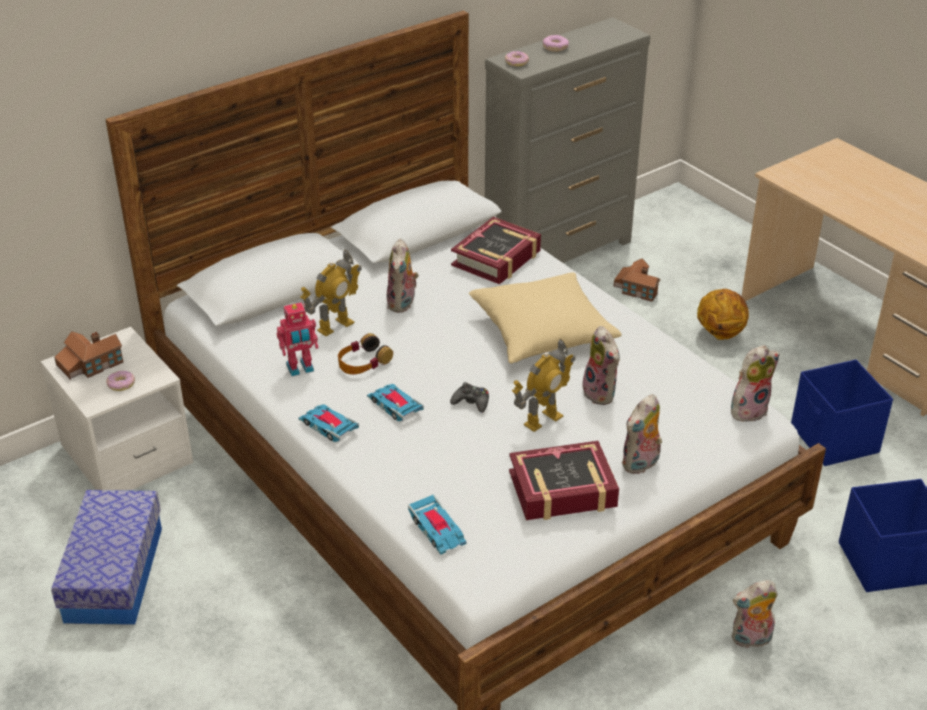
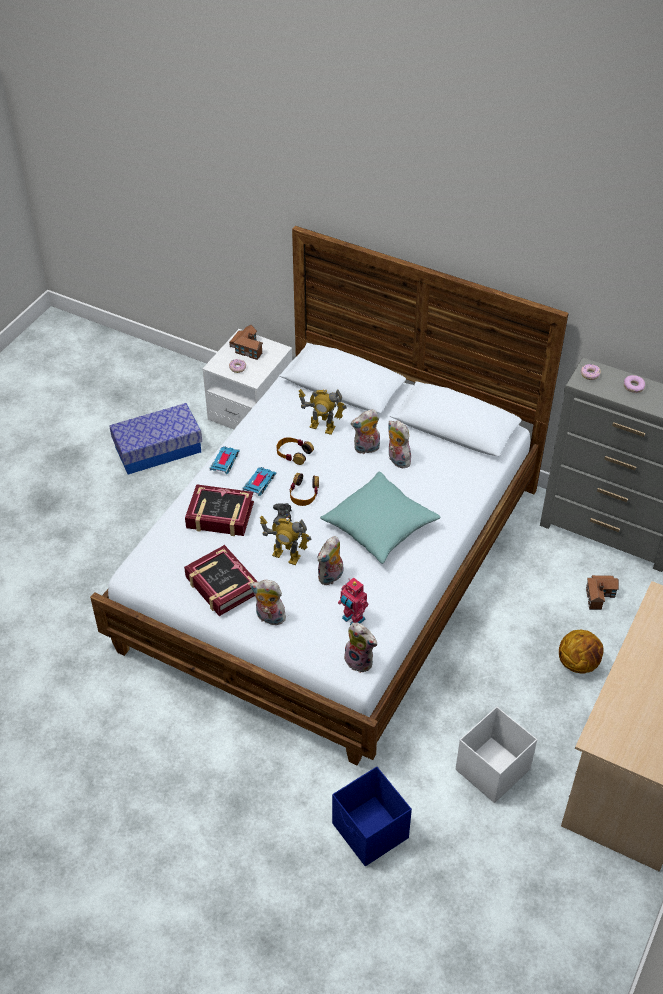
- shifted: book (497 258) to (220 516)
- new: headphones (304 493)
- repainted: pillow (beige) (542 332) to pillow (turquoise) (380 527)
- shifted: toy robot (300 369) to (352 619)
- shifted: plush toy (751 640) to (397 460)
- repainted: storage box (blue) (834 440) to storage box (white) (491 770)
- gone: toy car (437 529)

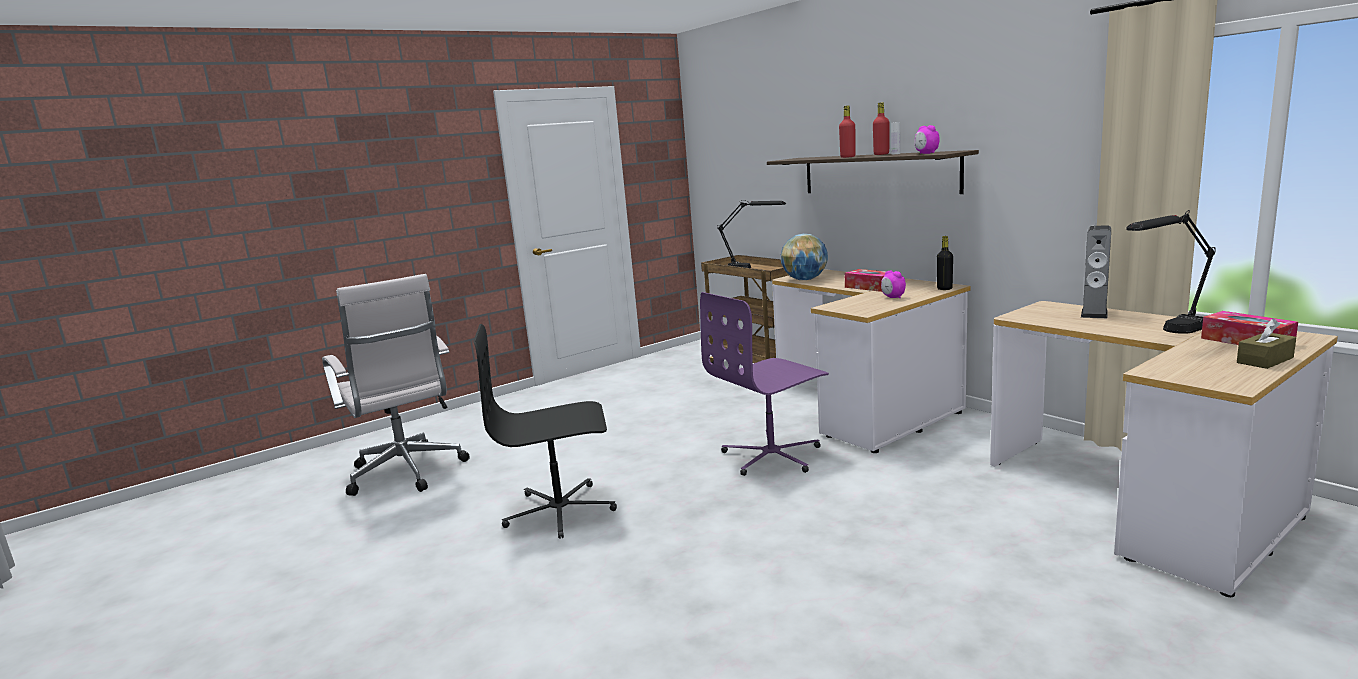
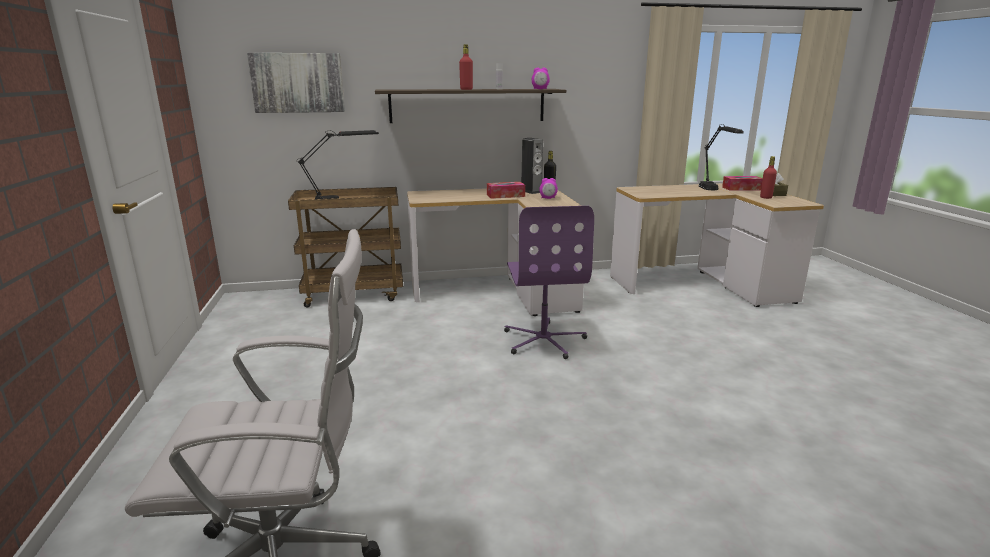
- new: picture (297 83)
- shifted: speaker (1094 313) to (531 191)
- shifted: bottle (red) (881 154) to (766 197)
- gone: office chair (black) (560 511)
- gone: globe (805 280)

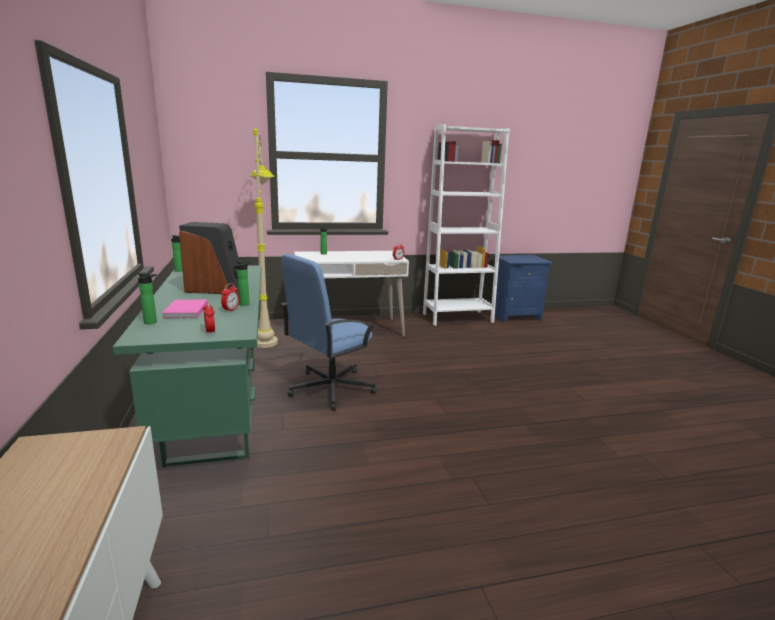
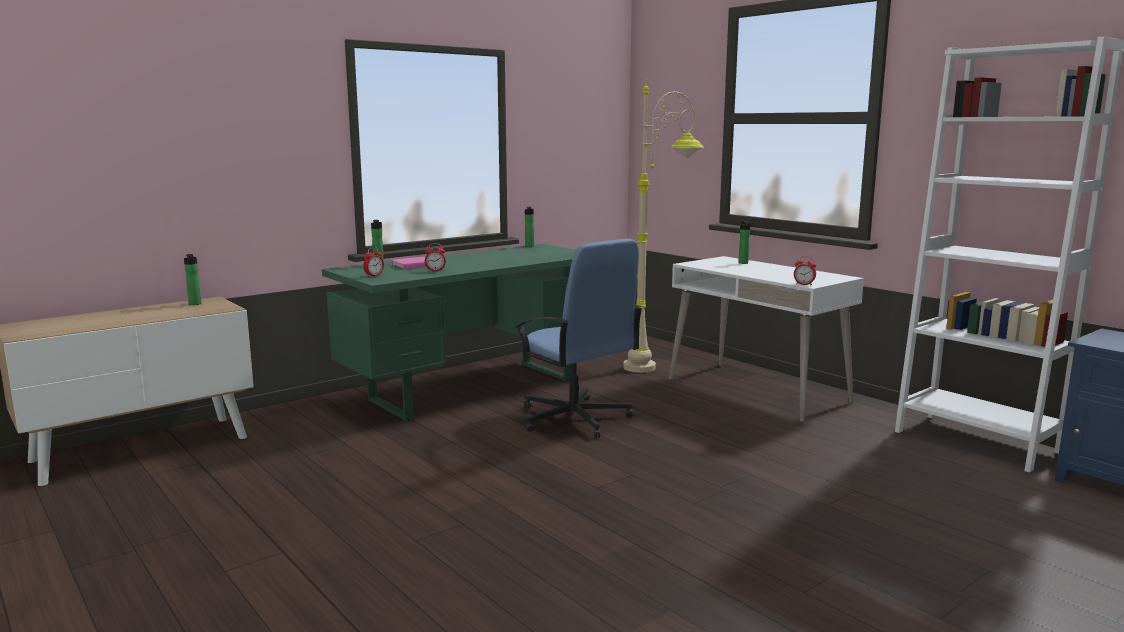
- shifted: bottle (246 304) to (195 304)
- rotated: office chair (blue) (330 388) = (574 418) 150 degrees counterclockwise
- gone: speaker (215 289)

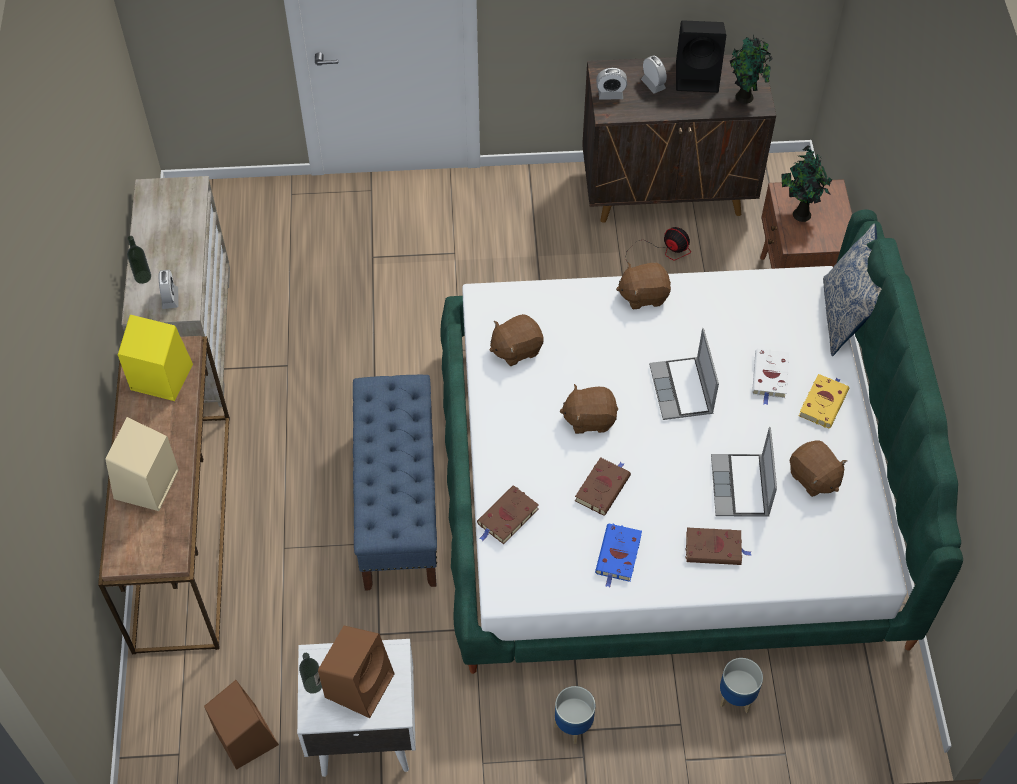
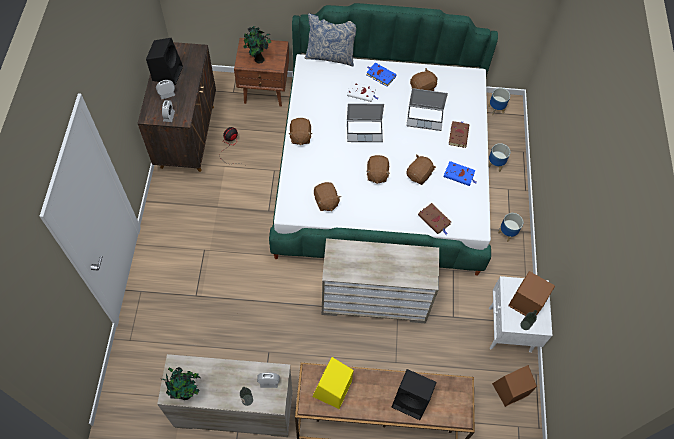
- shifted: potted plant (745 98) to (186 393)
- swapped: bench (blue) (398 504) to dresser (beige) (374 299)
- repainted: book (yellow) (823 402) to book (blue) (380 75)
- repainted: speaker (beige) (146 486) to speaker (black) (412 400)
- swapped: book (brown) (603 487) to plush toy (brown) (419 175)
- new: planter (495 109)

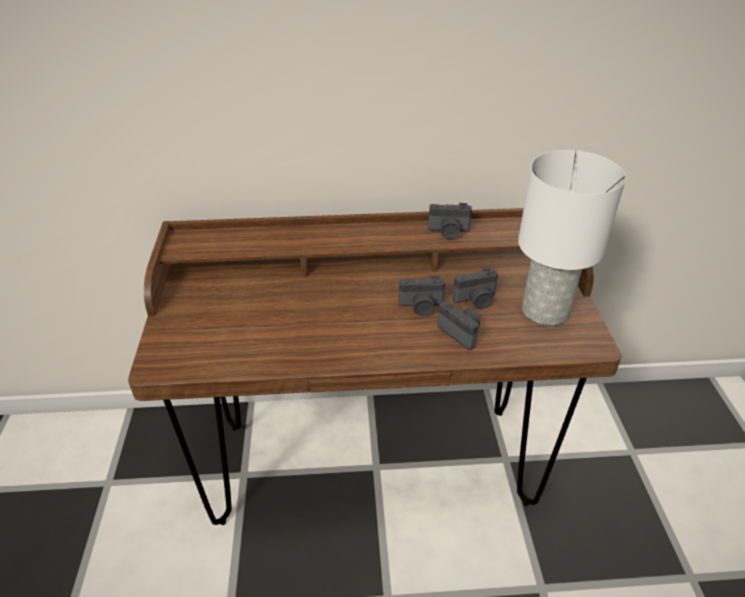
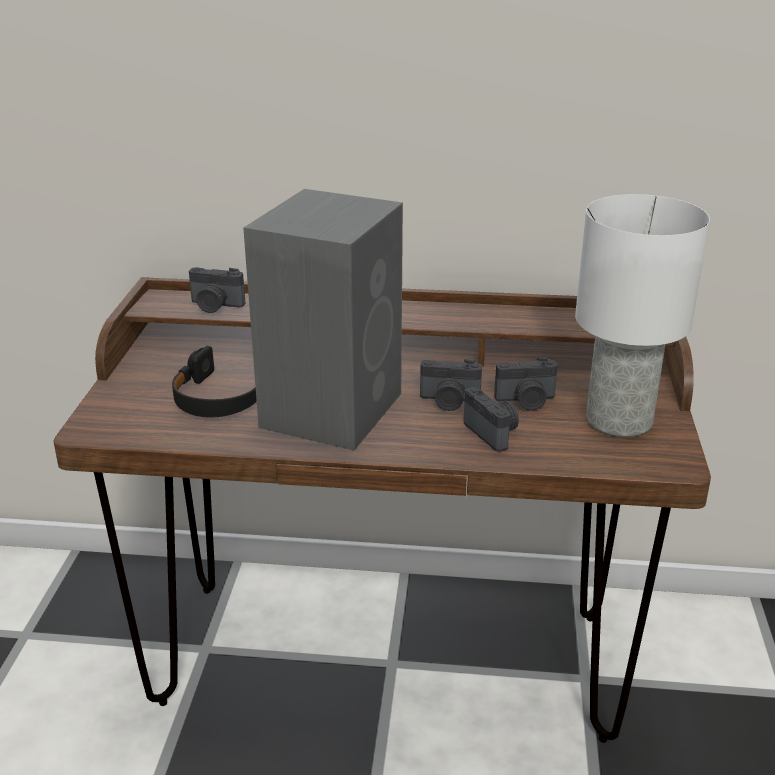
- new: headphones (black) (221 397)
- shifted: photo camera (448 232) to (215 306)
- new: speaker (grey) (333 408)

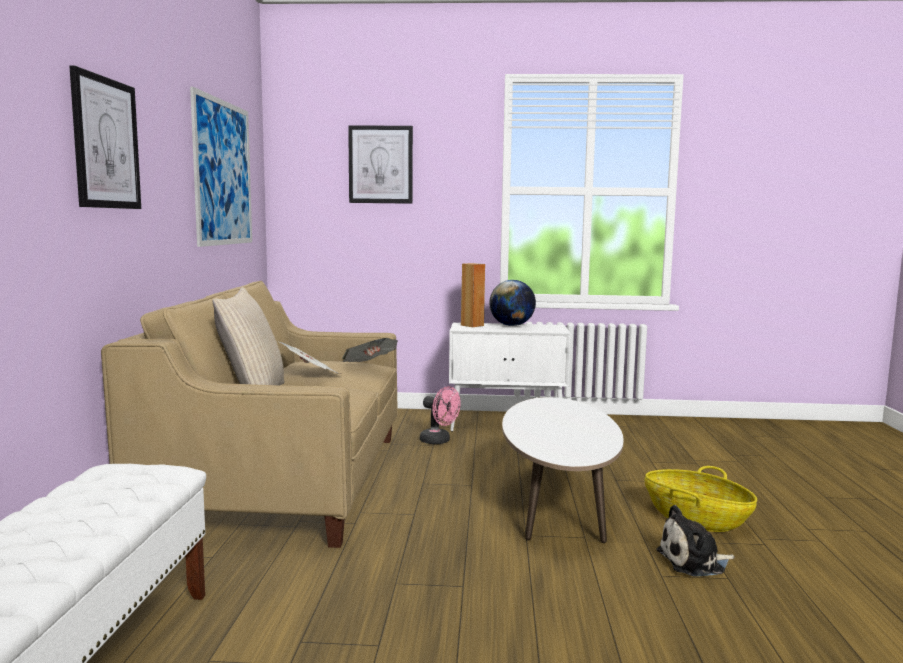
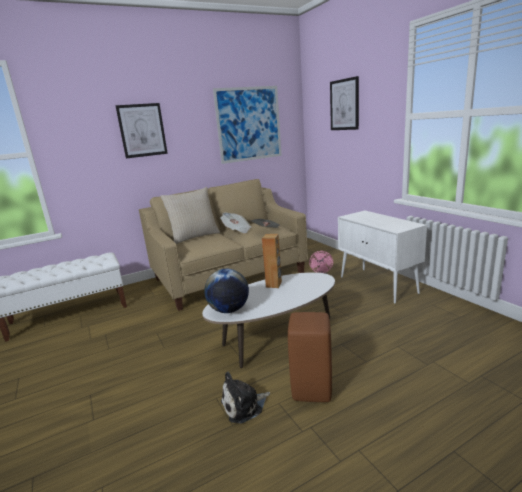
- shifted: globe (512 325) to (229 310)
- rotated: plush toy (694 562) = (244 406) 75 degrees counterclockwise
- shifted: speaker (brown) (472 325) to (274 284)
- swapped: basket (696 519) to stool (brown) (312 391)

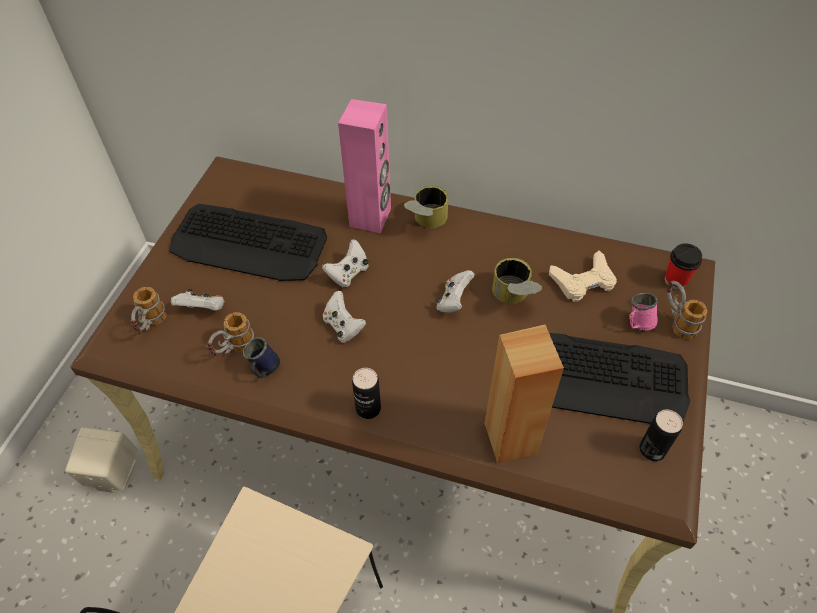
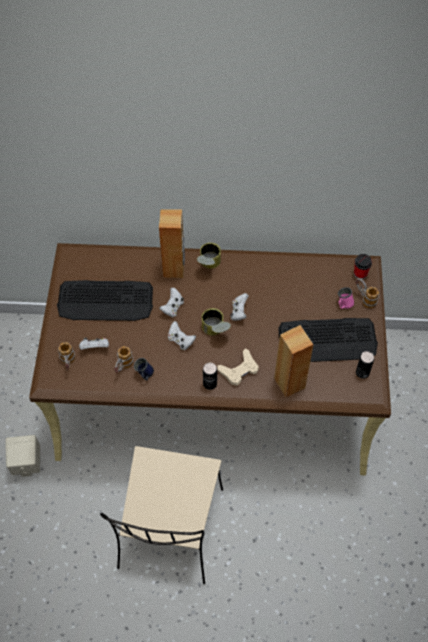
- repainted: speaker (pink) (371 217) to speaker (brown) (174 268)
- shifted: can (514 298) to (215 331)
- shifted: game controller (beige) (583 281) to (239 370)

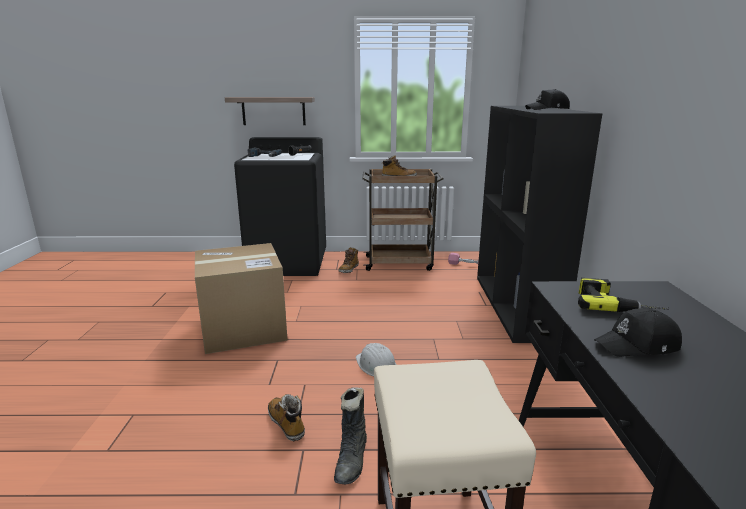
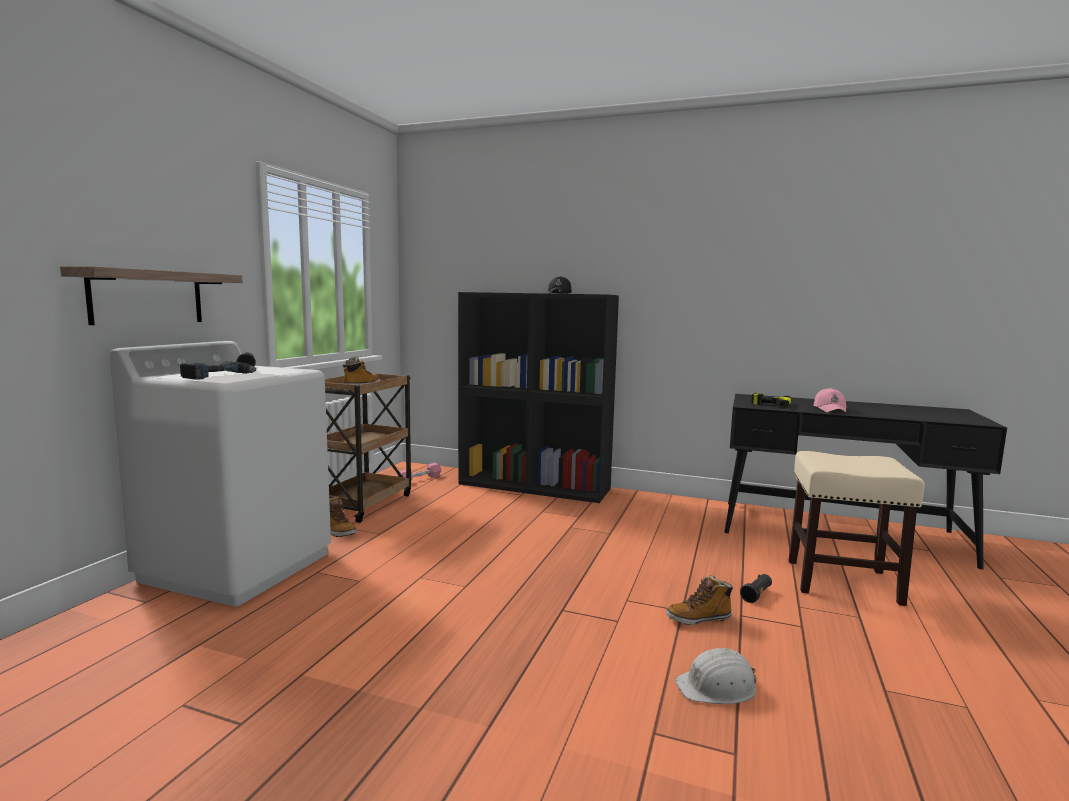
- repainted: washing machine (black) (288 263) to washing machine (white) (238 566)
- shifted: hard hat (white) (376 365) to (717 687)
- swapped: boot (black) (352 460) to flashlight (black) (756 595)
- repainted: cap (black) (638 345) to cap (pink) (830 409)
- gone: cardboard box (243 328)

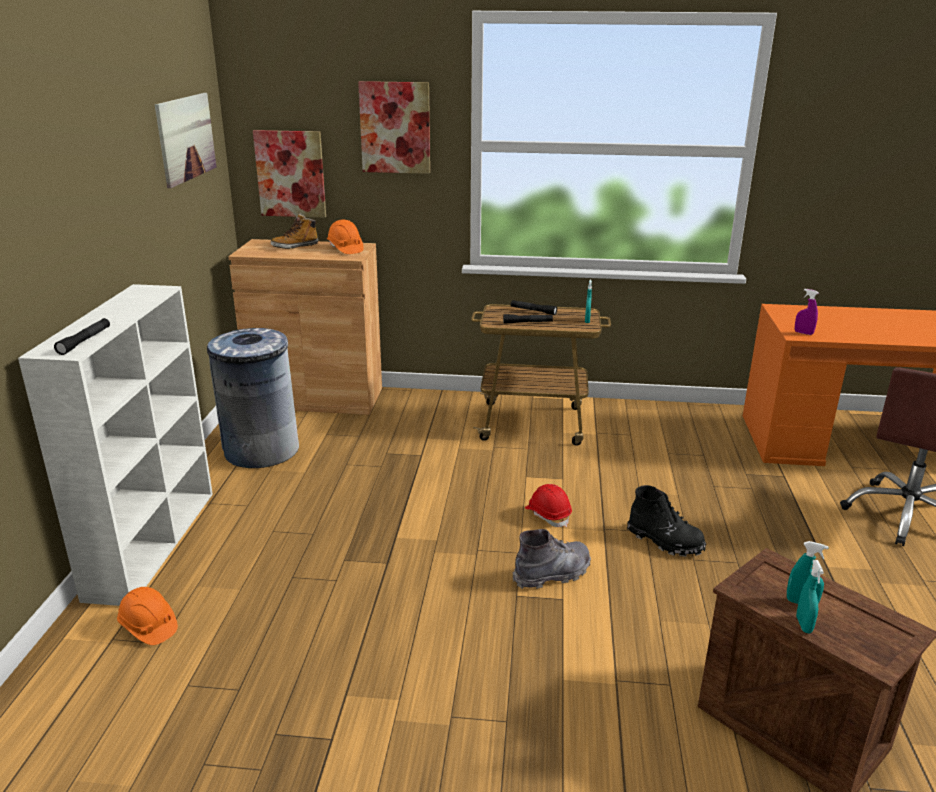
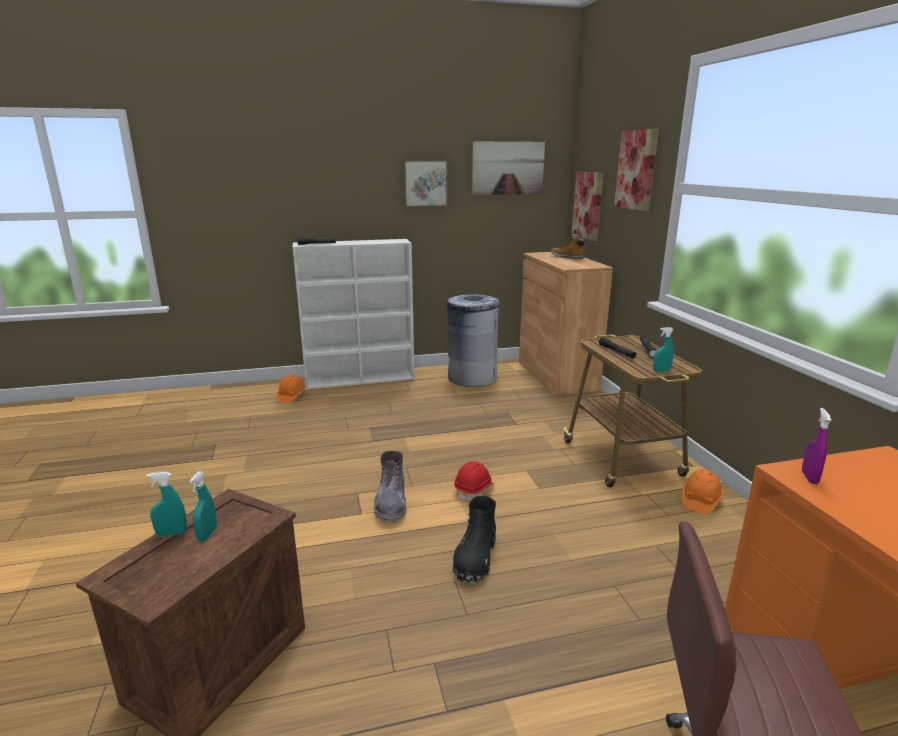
- rotated: boot (grey) (552 574) = (391 504) 45 degrees clockwise
- new: picture (425 183)
- shifted: hard hat (orange) (345 249) to (700 501)

